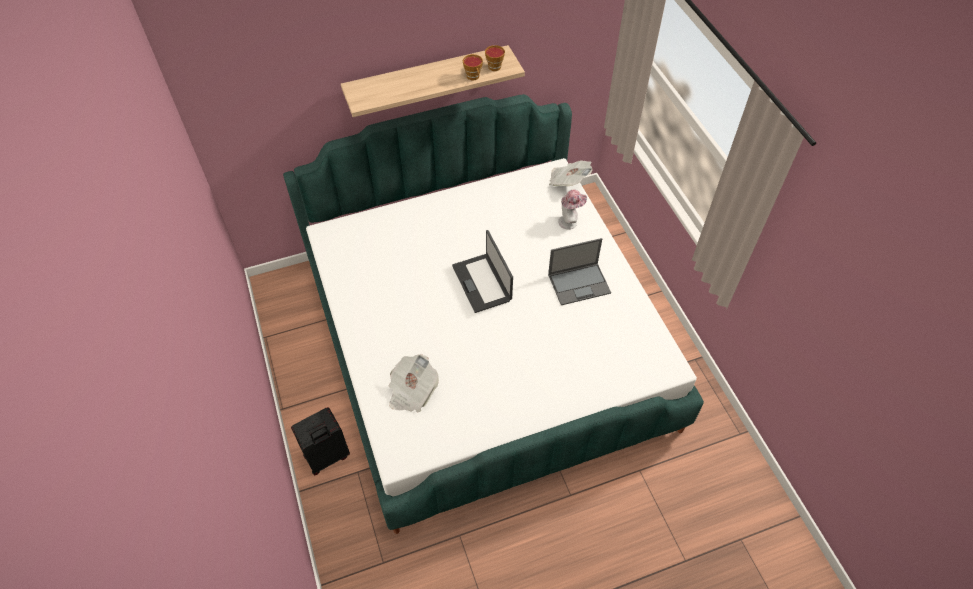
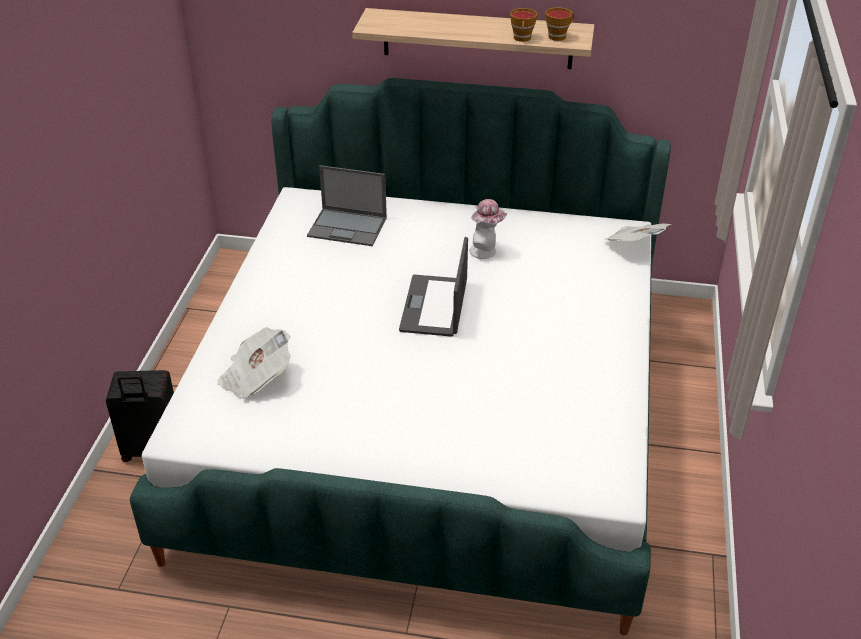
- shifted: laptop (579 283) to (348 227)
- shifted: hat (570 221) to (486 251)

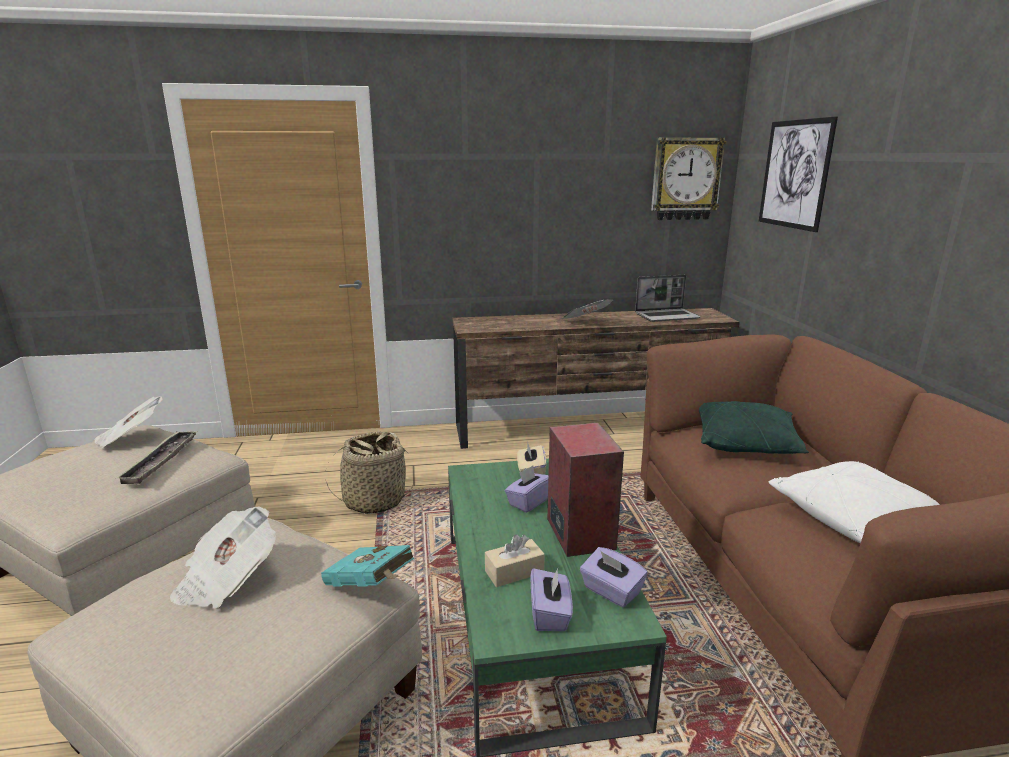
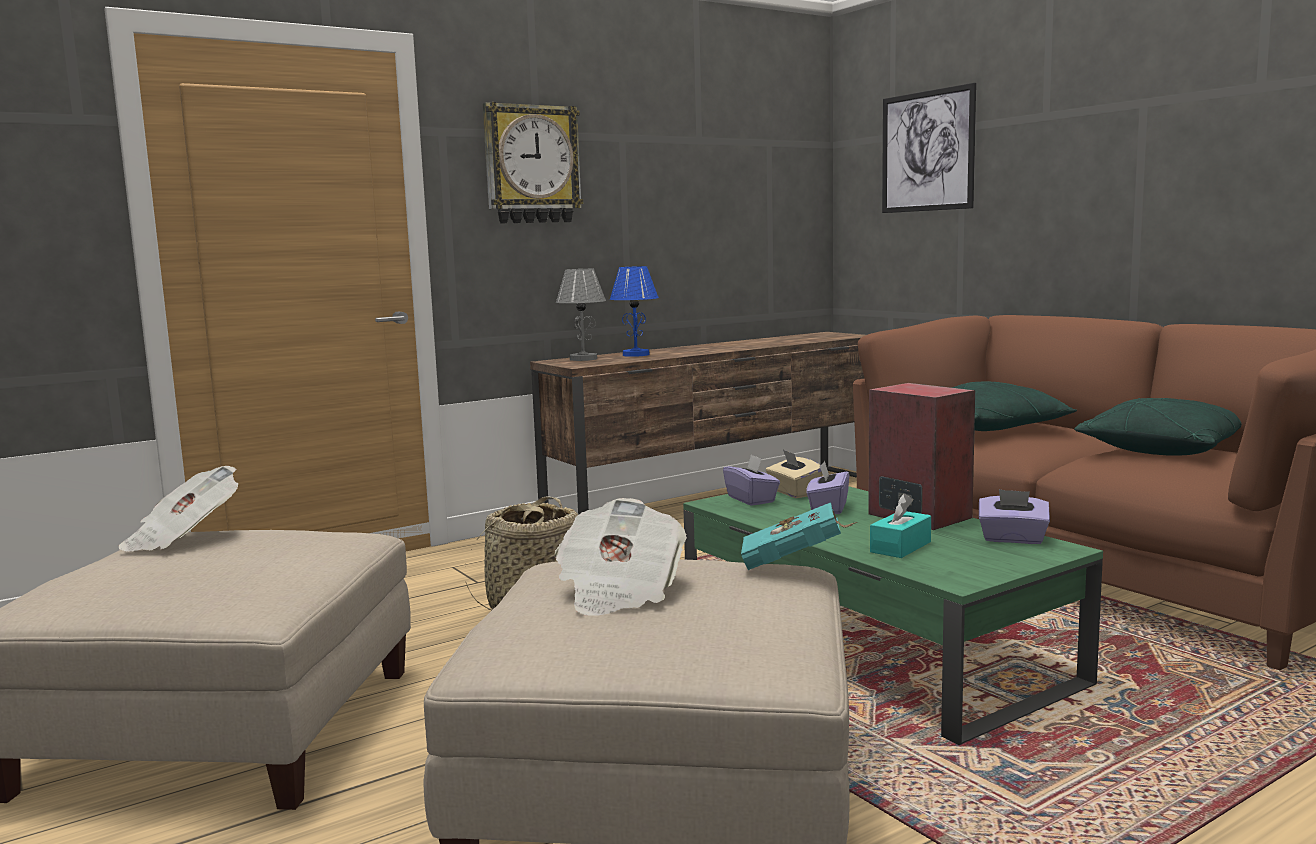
- shifted: wall clock (685 179) to (531 164)
- new: table lamp (grey) (583 359)
- new: table lamp (blue) (635 355)
- shifted: tissue box (purple) (550 614) to (751 499)
- repainted: tissue box (beige) (514 572) to tissue box (turquoise) (900 547)
- repainted: pillow (white) (856 519) to pillow (green) (1162 449)
- gone: tray (161 460)
- gone: newspaper (586 322)
- gone: laptop (667 316)

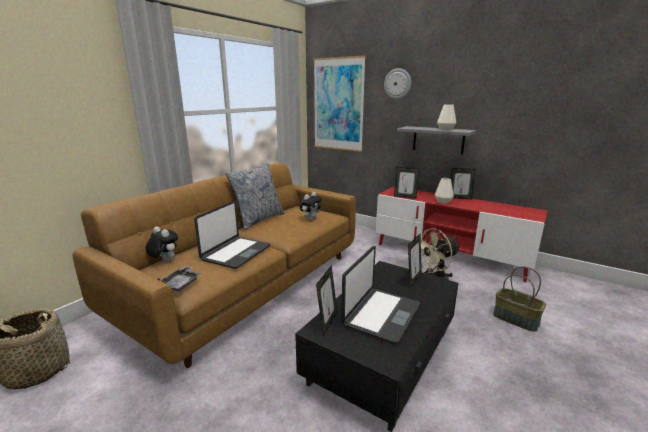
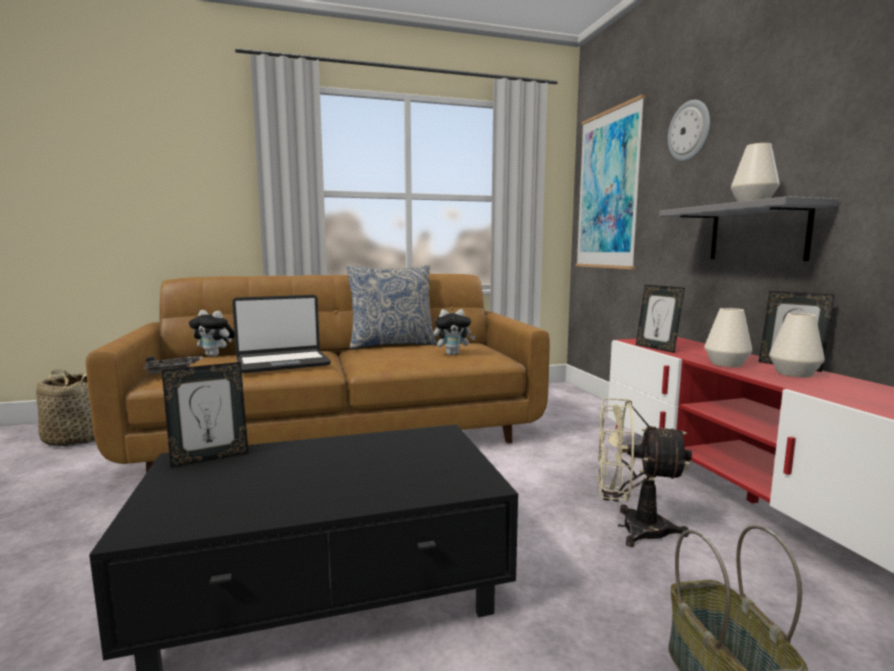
- rotated: plush toy (164 261) = (215 355) 120 degrees clockwise
- new: vase (white) (794 374)
- gone: laptop (380 314)
- gone: picture frame (413 280)

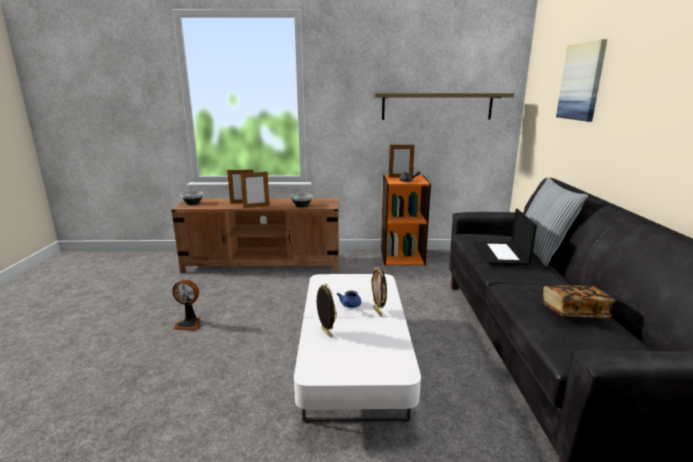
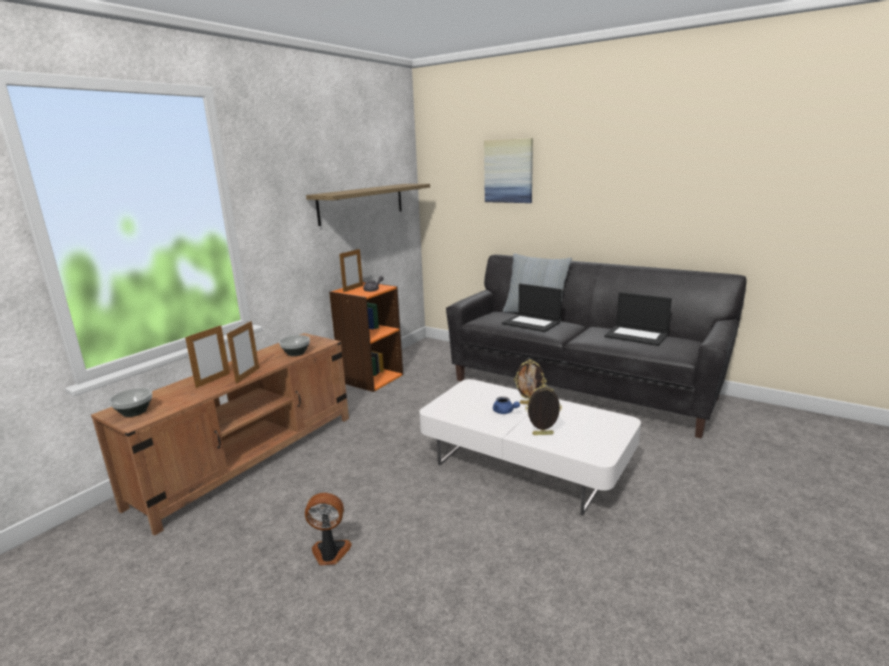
- rotated: fan (189 324) = (330 553) 135 degrees counterclockwise
- swapped: book (574 312) to laptop (637 335)

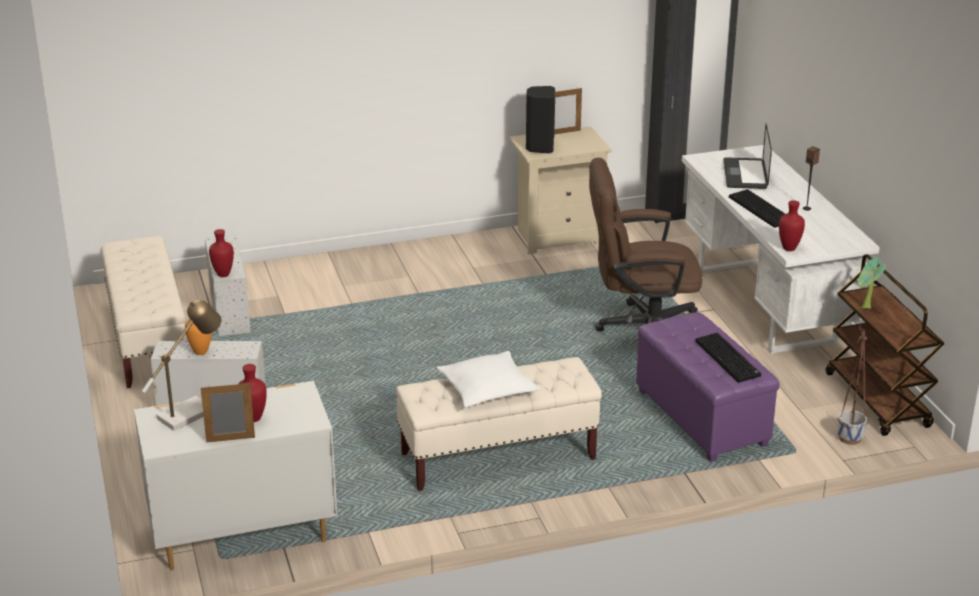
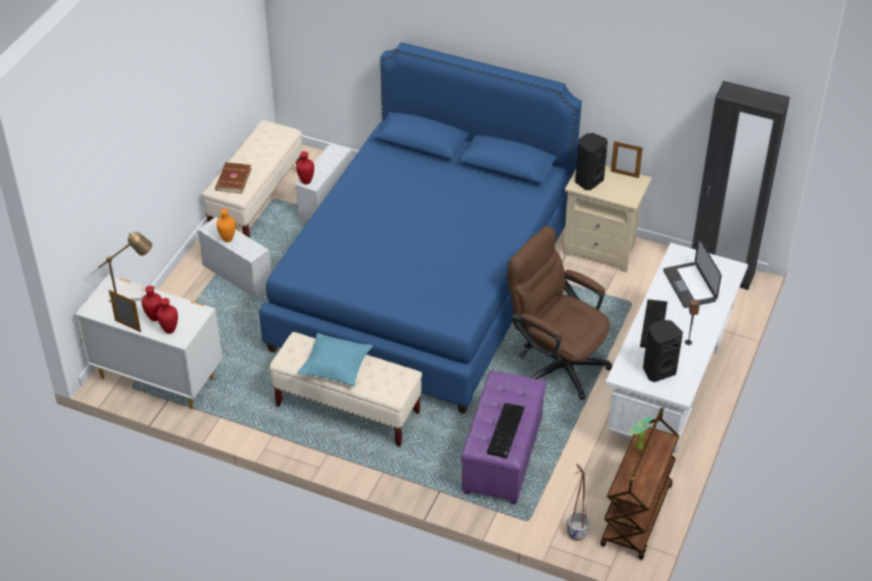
- shifted: vase (red) (788 249) to (169 330)
- new: book (brown) (232 179)
- new: bed (blue) (424 285)
- repainted: pillow (white) (487 389) to pillow (turquoise) (336 365)
- new: speaker (black) (658 370)
- rotated: laptop (745 174) = (689 286) 60 degrees counterclockwise

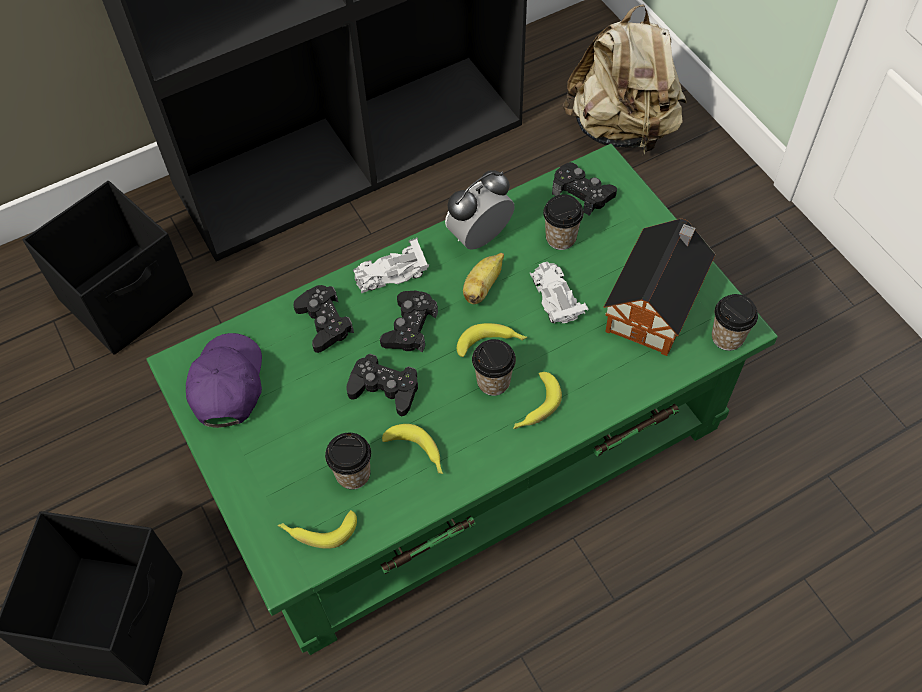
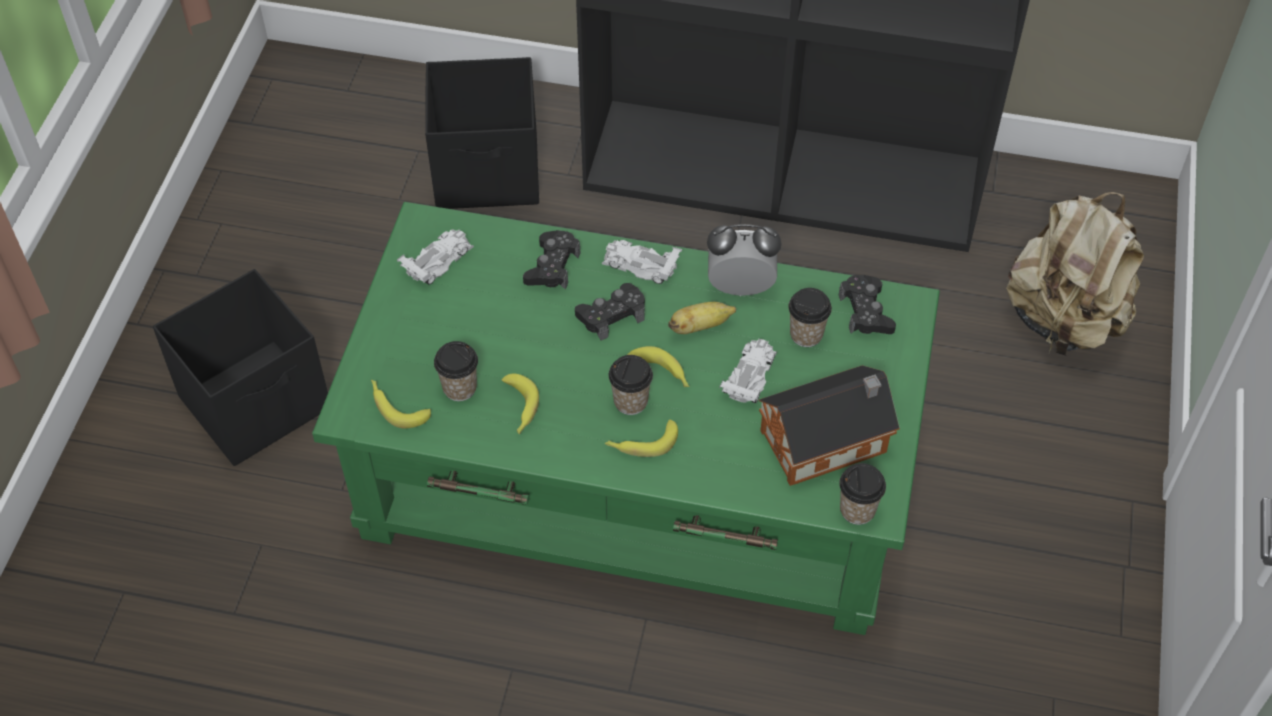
- swapped: cap (purple) (227 385) to toy car (white) (438 261)
- gone: game controller (black) (384 389)

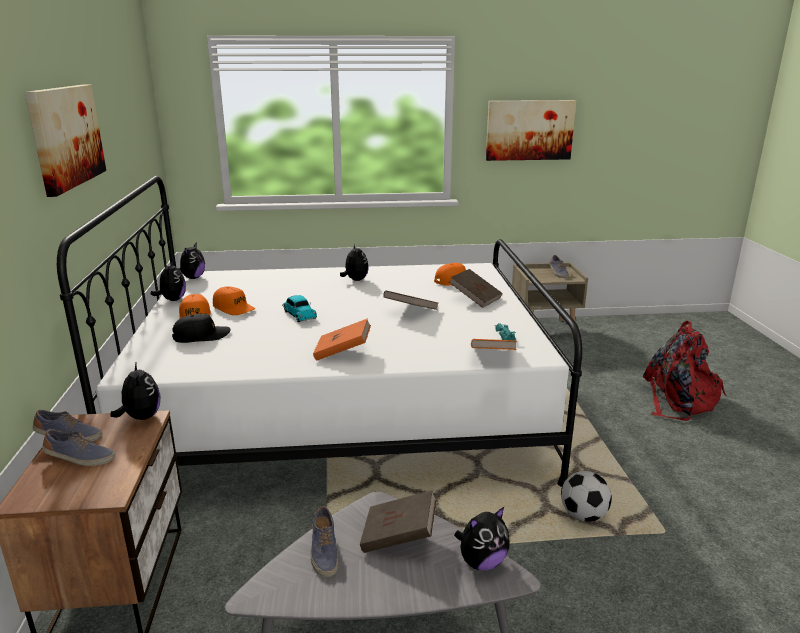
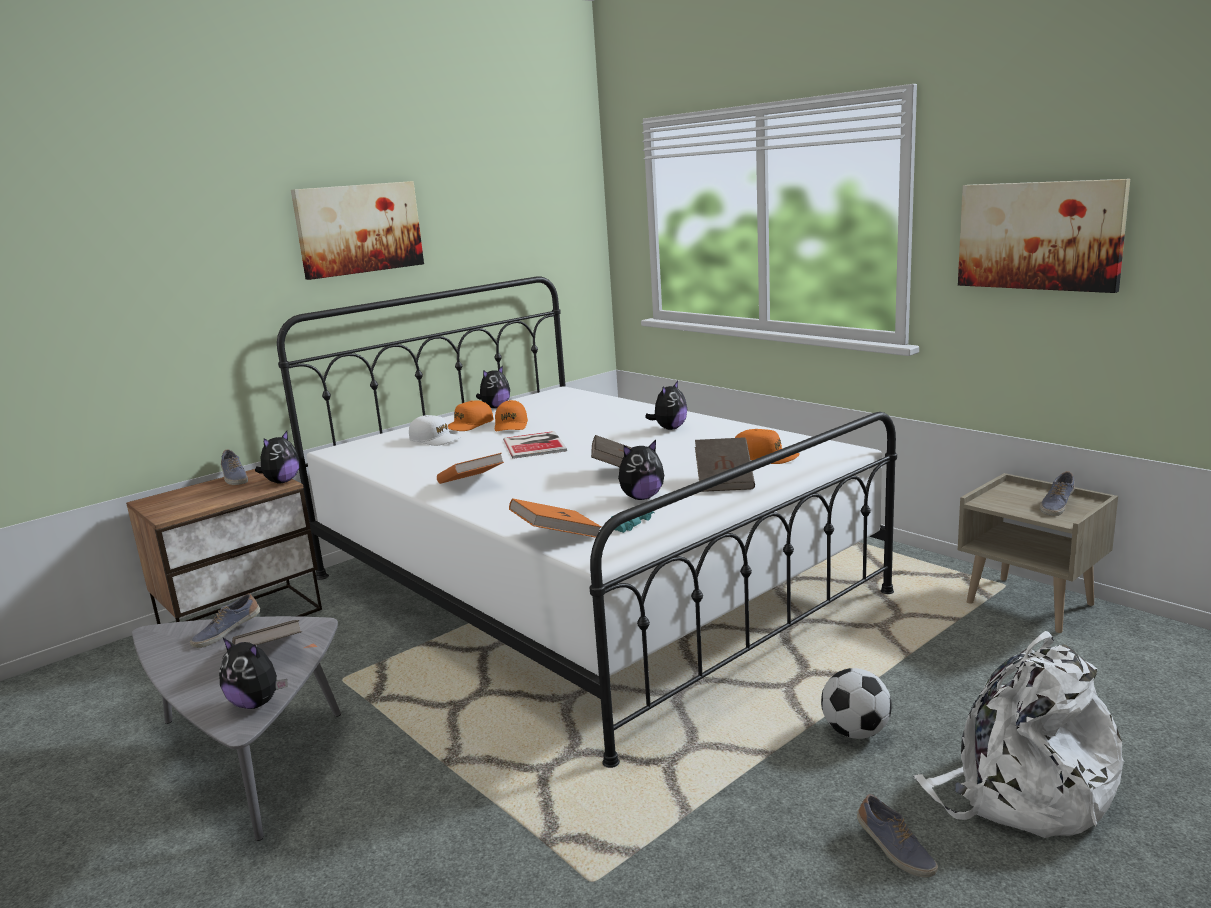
- repainted: cap (black) (201 336) to cap (white) (435 439)
- swapped: toy car (299 314) to book (535 444)
- shifted: plush toy (192 278) to (641 497)
- shifted: football (583 515) to (855 732)
- shifted: shoe (80 459) to (894 850)
- repainted: backpack (red) (679 400) to backpack (white) (1021 792)

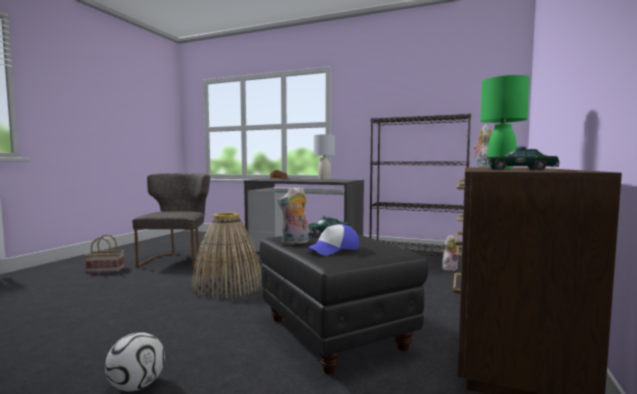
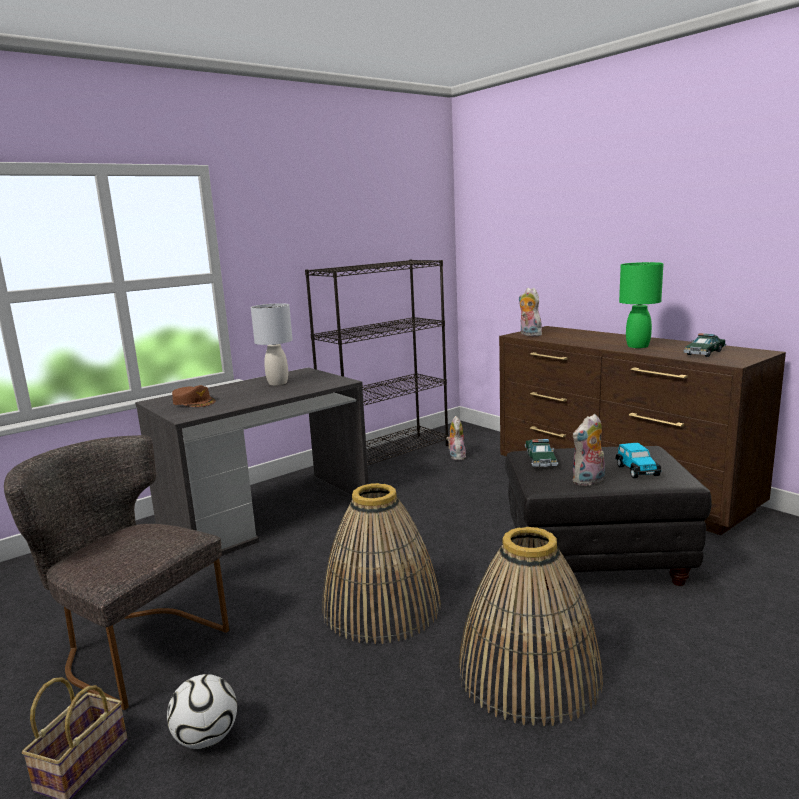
- shifted: football (137 386) to (207 738)
- new: basket (529 673)
- rotated: plush toy (295 243) = (589 481) 60 degrees clockwise
- swapped: cap (333 249) to toy car (637 470)

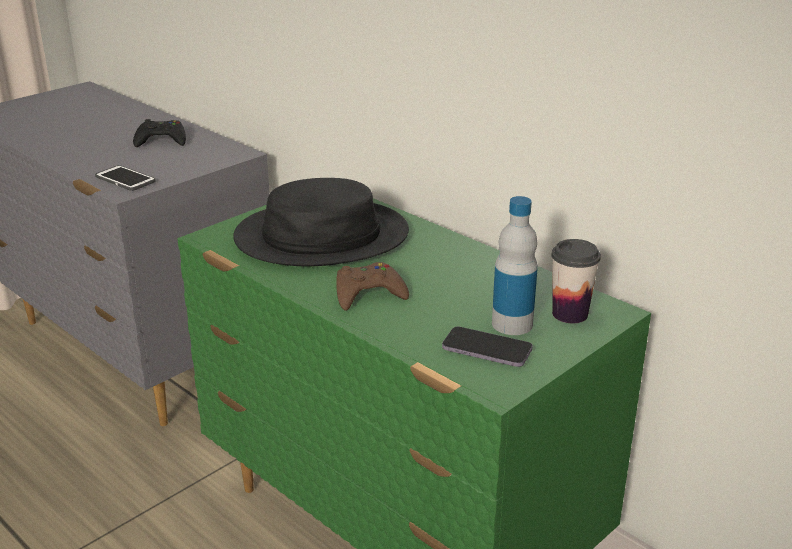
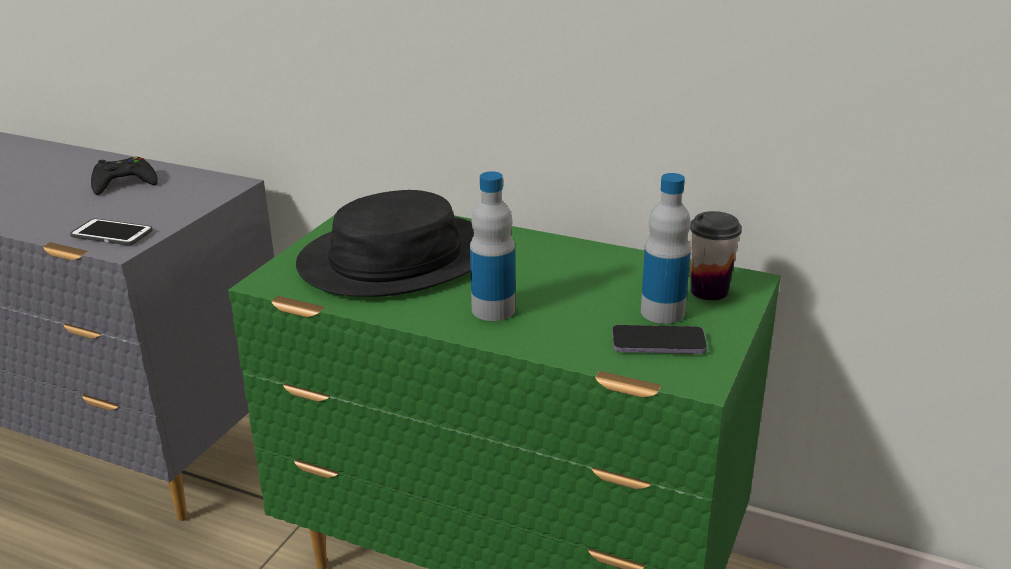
- swapped: game controller (brown) (368 293) to bottle (493 309)

